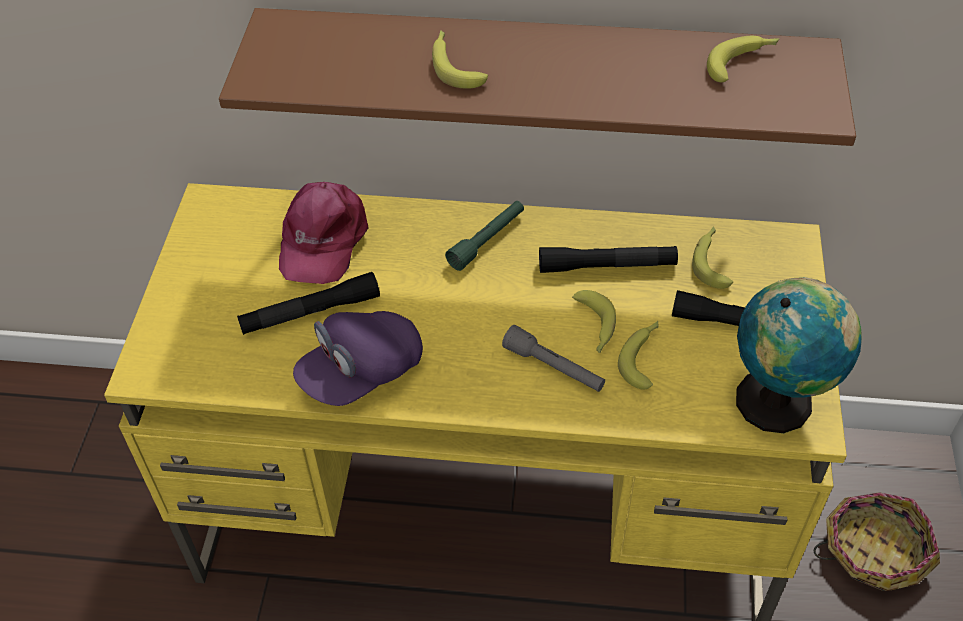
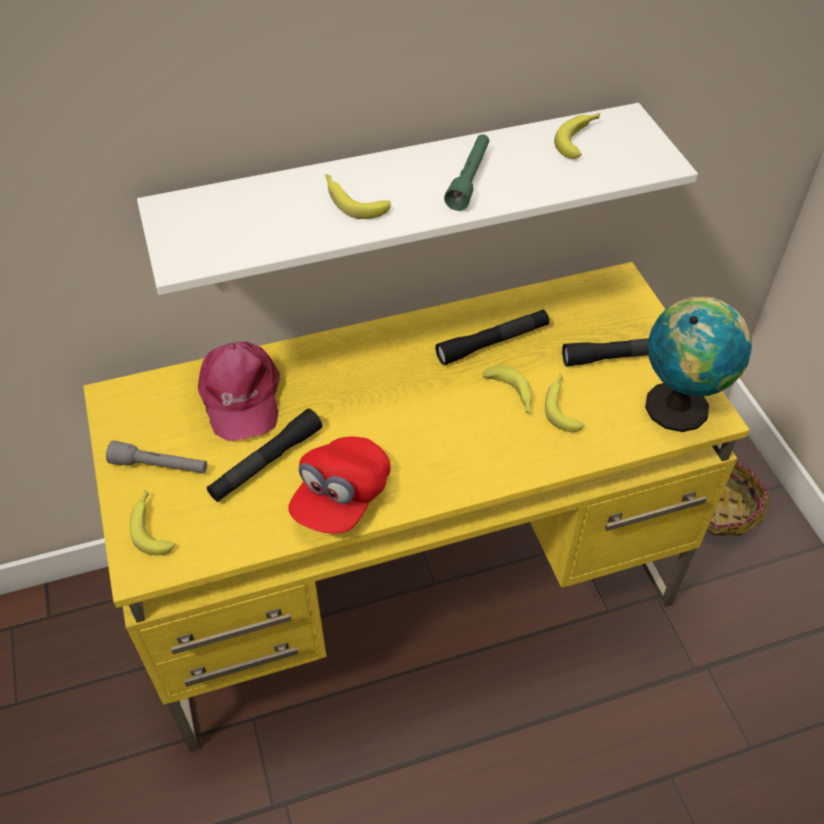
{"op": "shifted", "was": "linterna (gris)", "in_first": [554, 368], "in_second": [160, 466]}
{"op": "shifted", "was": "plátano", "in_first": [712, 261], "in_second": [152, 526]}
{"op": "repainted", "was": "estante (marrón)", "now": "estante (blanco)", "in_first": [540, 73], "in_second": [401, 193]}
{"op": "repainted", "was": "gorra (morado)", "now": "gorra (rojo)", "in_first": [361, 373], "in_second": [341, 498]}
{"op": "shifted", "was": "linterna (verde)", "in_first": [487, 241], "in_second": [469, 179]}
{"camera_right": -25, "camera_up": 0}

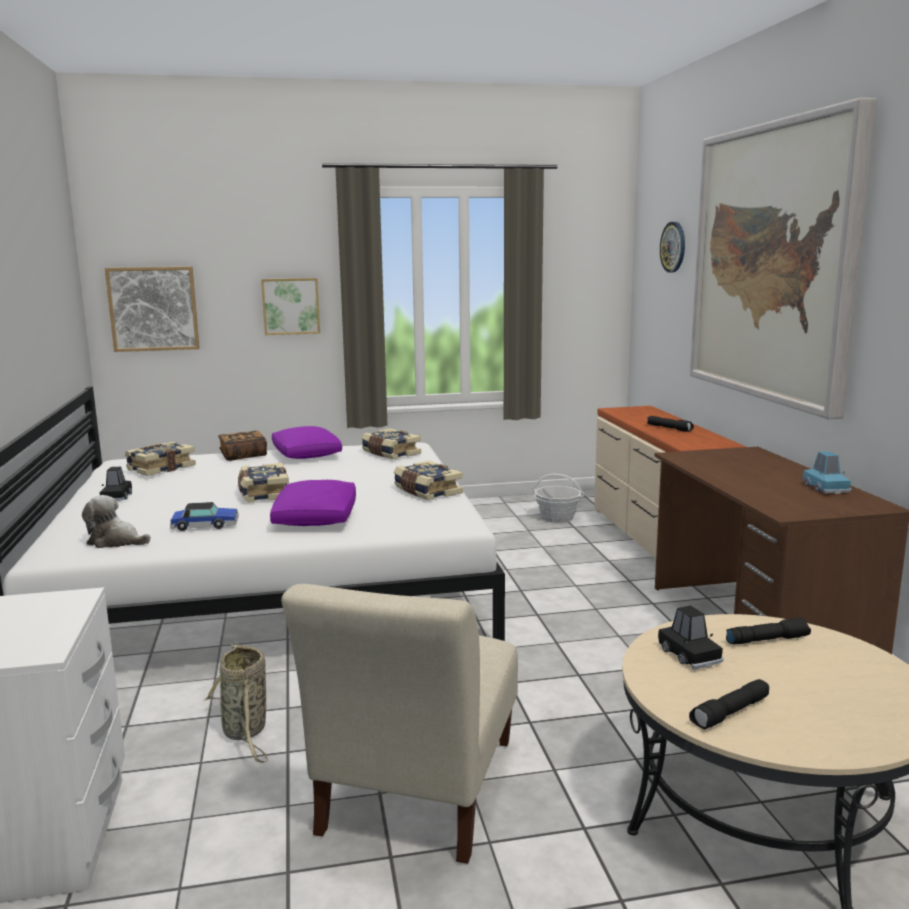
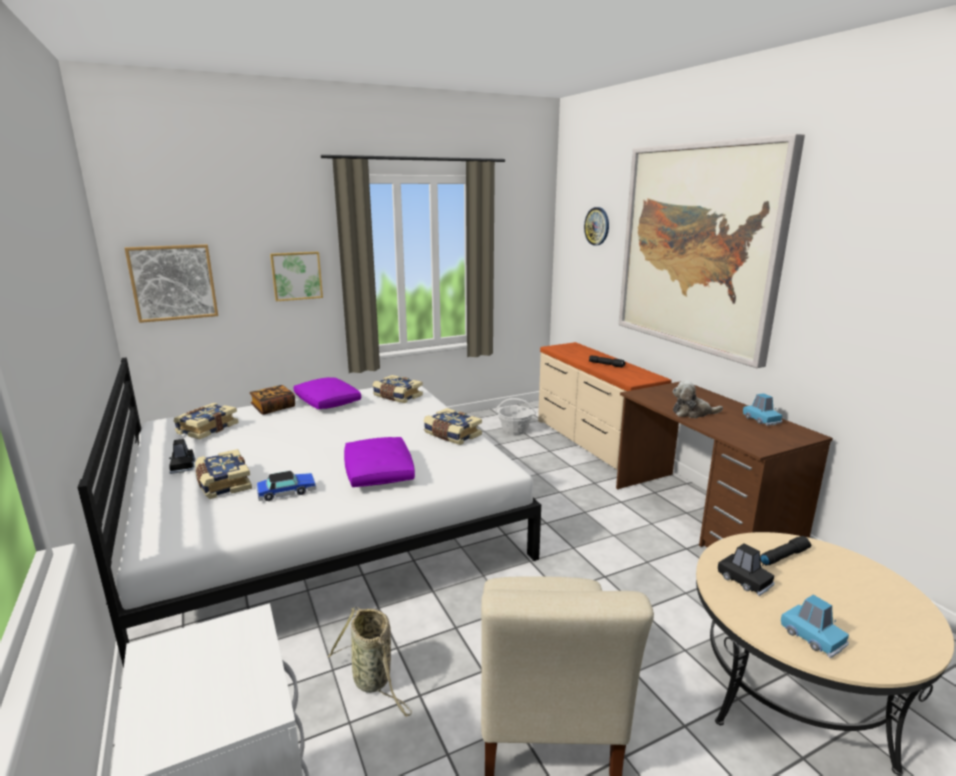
{"op": "shifted", "was": "libro", "in_first": [263, 494], "in_second": [223, 484]}
{"op": "shifted", "was": "peluche", "in_first": [116, 541], "in_second": [692, 413]}
{"op": "swapped", "was": "linterna (negro)", "now": "coche de juguete (azul)", "in_first": [730, 713], "in_second": [812, 637]}
{"camera_right": -15, "camera_up": 5}

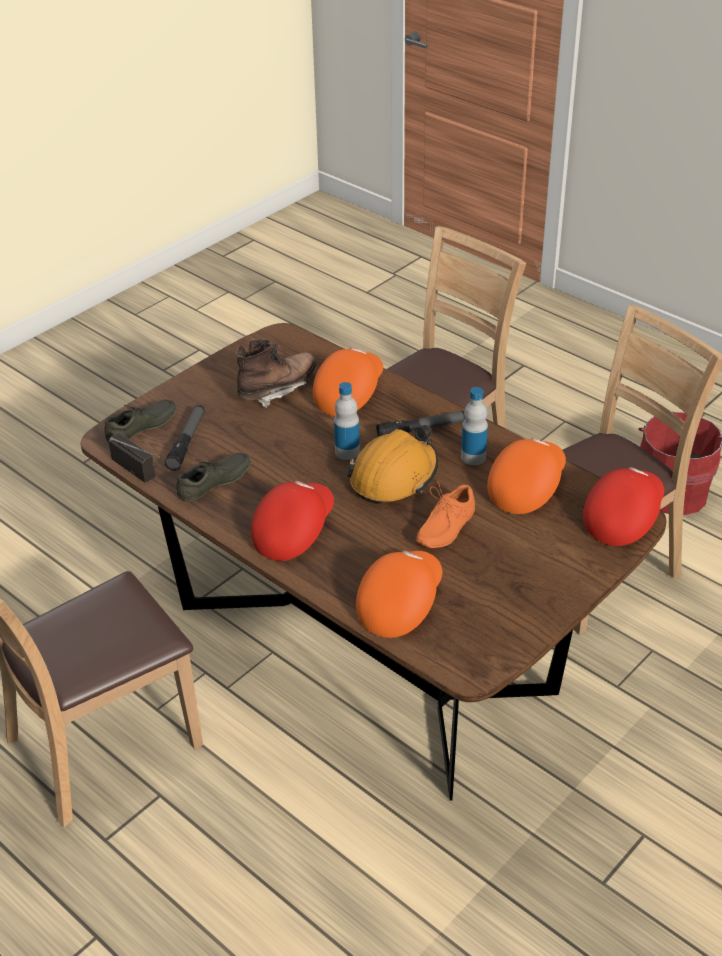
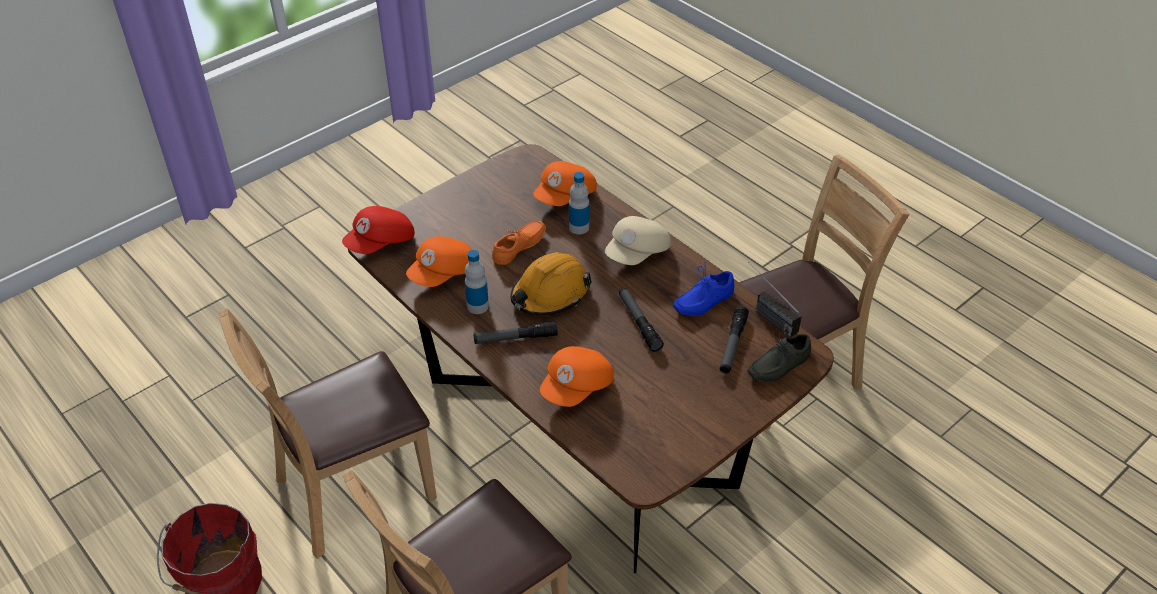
{"op": "shifted", "was": "botella", "in_first": [347, 452], "in_second": [579, 227]}
{"op": "repainted", "was": "gorra (rojo)", "now": "gorra (beis)", "in_first": [293, 531], "in_second": [637, 253]}
{"op": "new", "now": "linterna", "in_second": [639, 323]}
{"op": "repainted", "was": "zapato (gris)", "now": "zapato (azul)", "in_first": [216, 483], "in_second": [702, 300]}
{"op": "gone", "was": "bota (marrón)", "in_first": [277, 389]}
{"camera_right": -175, "camera_up": 5}

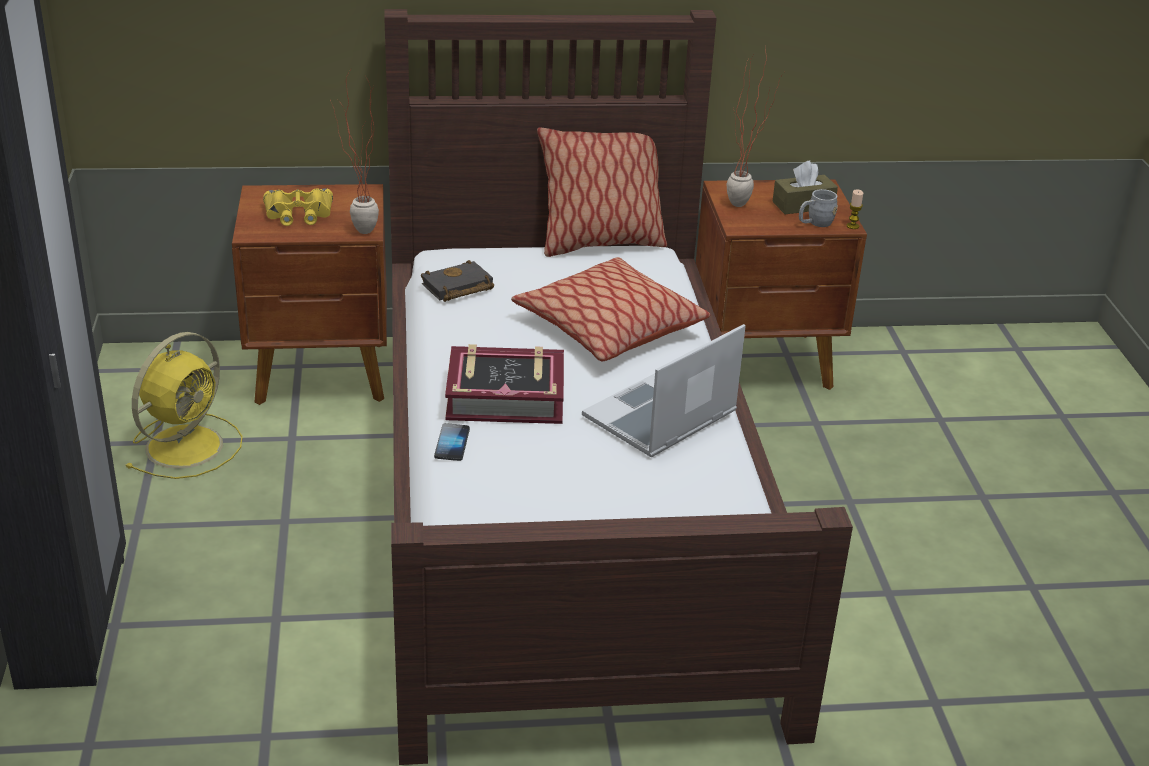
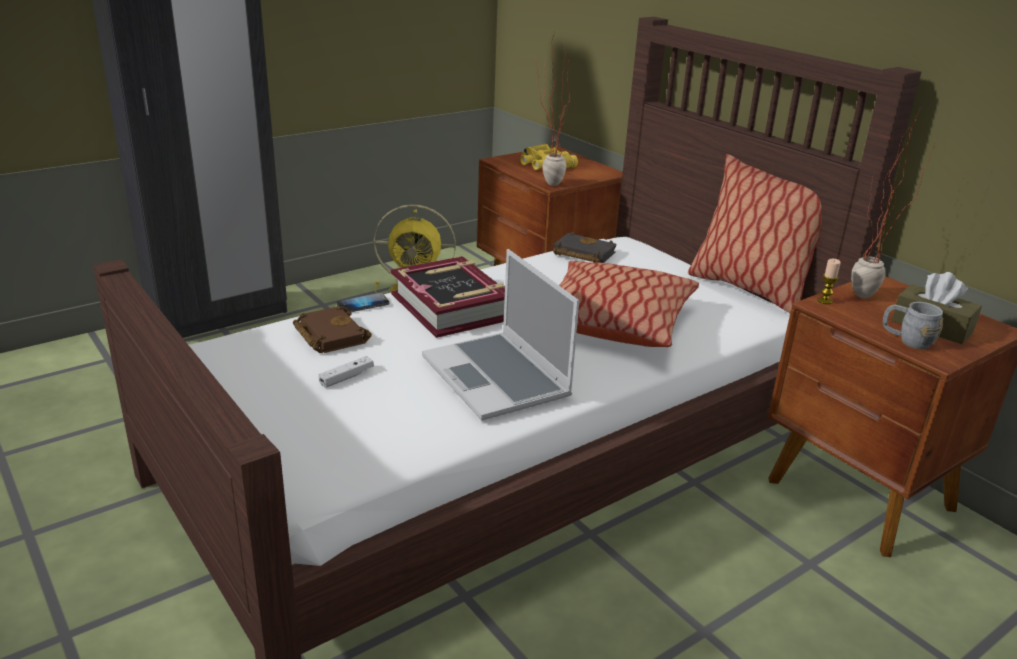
{"op": "new", "now": "libro (marrón)", "in_second": [328, 335]}
{"op": "new", "now": "mando de consola (blanco)", "in_second": [346, 377]}
{"op": "rotated", "was": "portátil", "in_first": [660, 417], "in_second": [498, 378], "clockwise": -135}
{"op": "shifted", "was": "vela", "in_first": [852, 226], "in_second": [824, 301]}
{"camera_right": 60, "camera_up": -5}

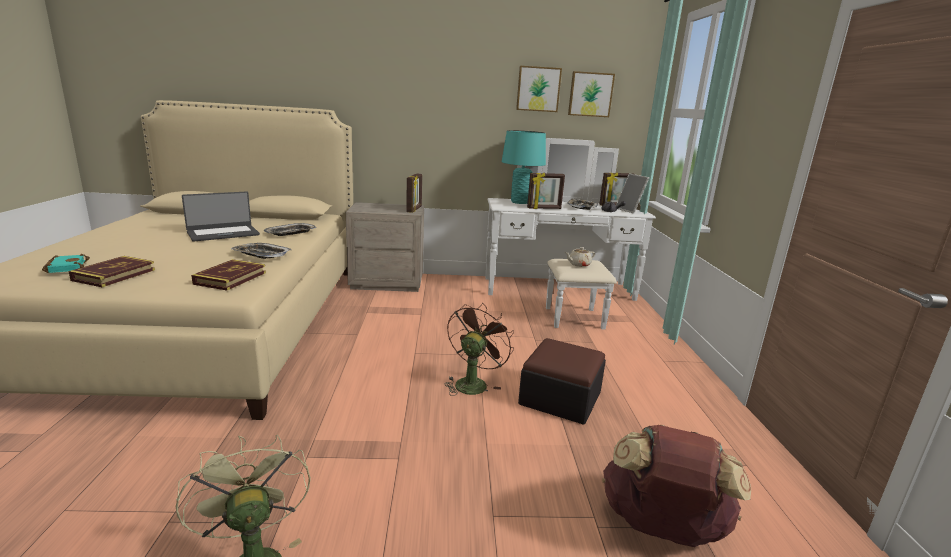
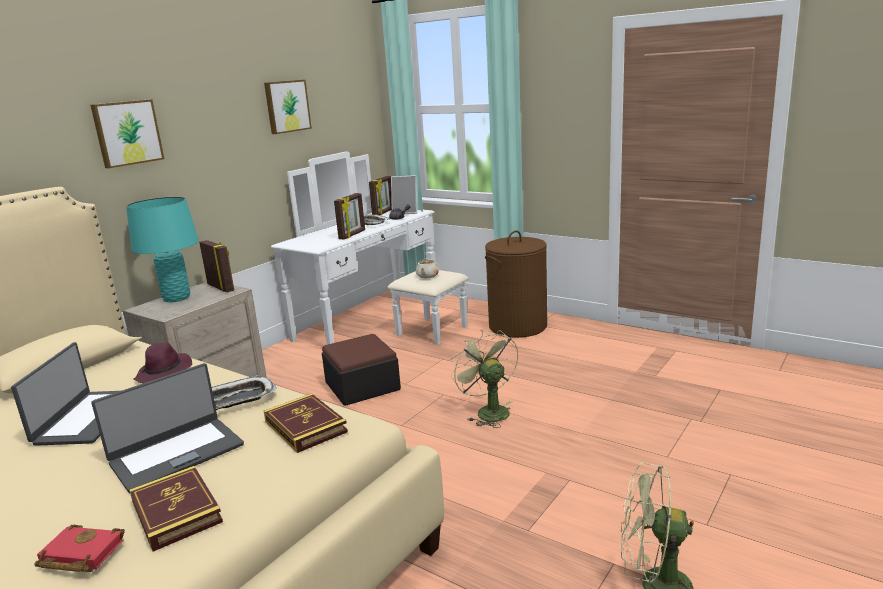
{"op": "repainted", "was": "libro (turquesa)", "now": "libro (rojo)", "in_first": [65, 267], "in_second": [79, 555]}
{"op": "shifted", "was": "cuadro", "in_first": [590, 94], "in_second": [127, 133]}
{"op": "new", "now": "portátil", "in_second": [176, 453]}
{"op": "shifted", "was": "lámpara de mesa (turquesa)", "in_first": [520, 202], "in_second": [176, 298]}
{"op": "swapped", "was": "bandeja", "now": "sombrero (morado)", "in_first": [290, 233], "in_second": [164, 373]}
{"op": "shifted", "was": "puf", "in_first": [560, 398], "in_second": [362, 386]}
{"op": "repainted", "was": "ventilador (marrón)", "now": "ventilador (verde)", "in_first": [473, 383], "in_second": [488, 411]}
{"op": "new", "now": "cesto de la ropa (marrón)", "in_second": [518, 326]}
{"op": "gone", "was": "mochila (marrón)", "in_first": [661, 528]}
{"camera_right": -50, "camera_up": 0}

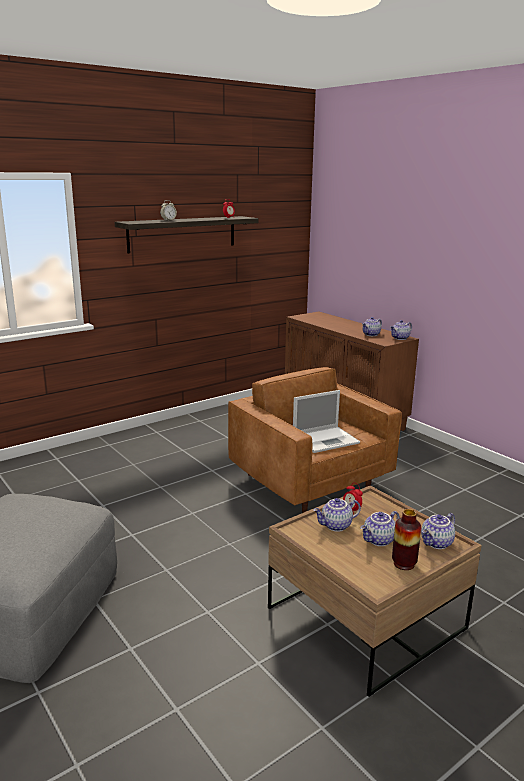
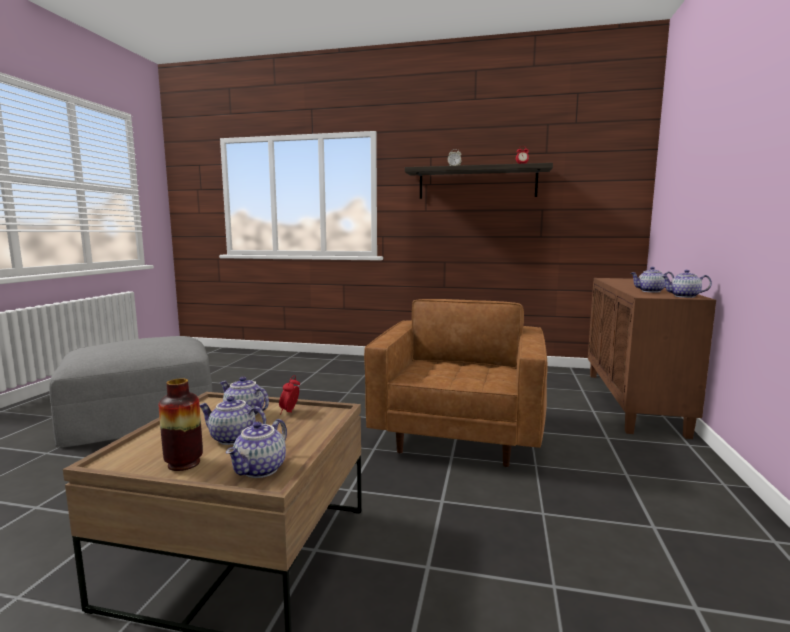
{"op": "rotated", "was": "tetera", "in_first": [437, 543], "in_second": [261, 470], "clockwise": -75}
{"op": "gone", "was": "portátil", "in_first": [326, 439]}
{"camera_right": 50, "camera_up": -10}

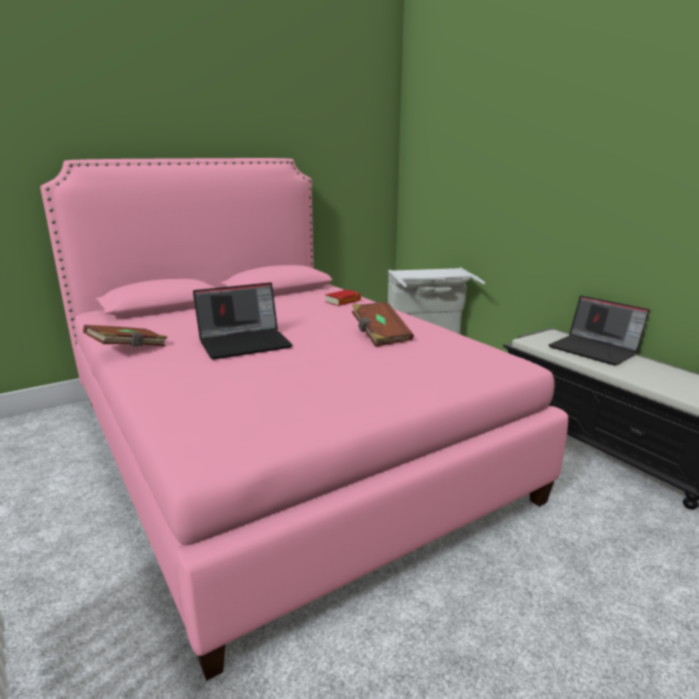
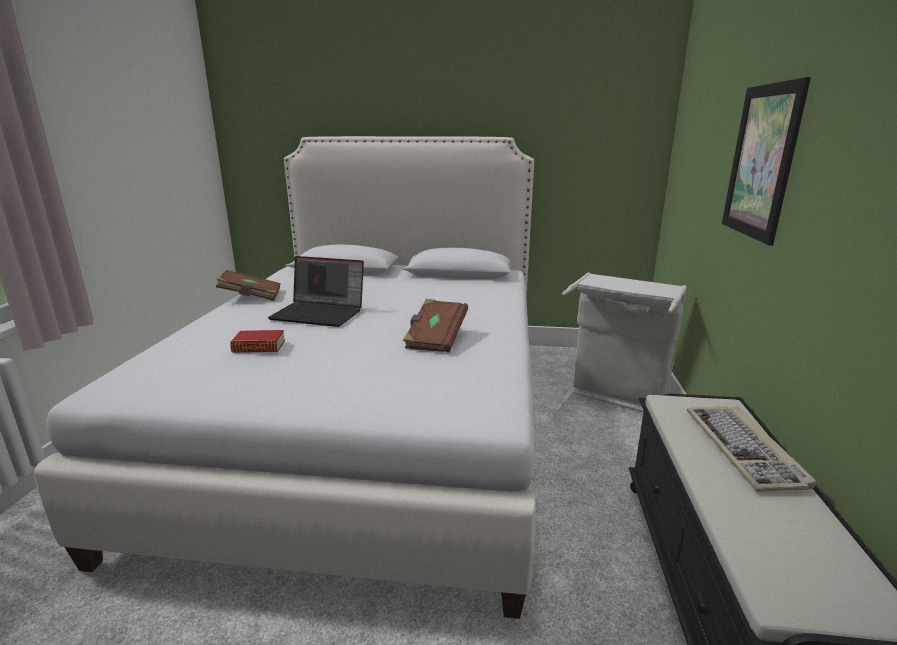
{"op": "repainted", "was": "cama (rosa)", "now": "cama (blanco)", "in_first": [279, 444], "in_second": [372, 421]}
{"op": "shifted", "was": "libro", "in_first": [343, 301], "in_second": [259, 347]}
{"op": "swapped", "was": "portátil", "now": "teclado", "in_first": [595, 350], "in_second": [744, 450]}
{"op": "new", "now": "cuadro", "in_second": [761, 162]}
{"camera_right": 40, "camera_up": 0}

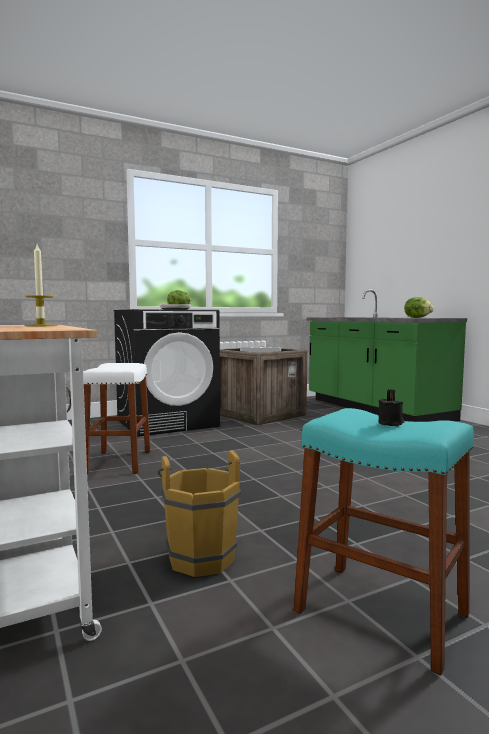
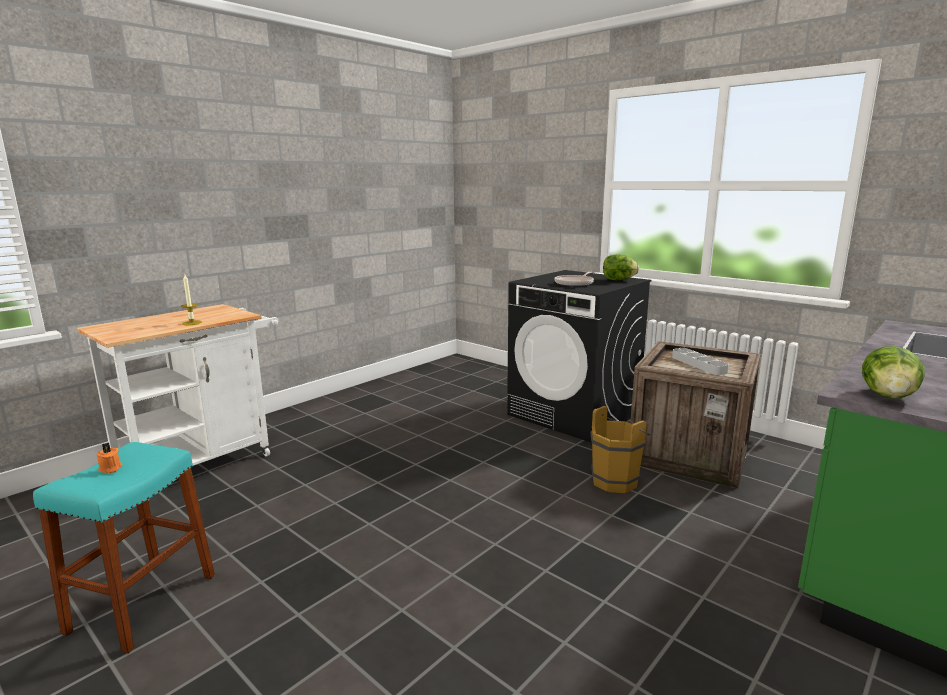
{"op": "repainted", "was": "vela (negro)", "now": "vela (naranja)", "in_first": [391, 423], "in_second": [110, 469]}
{"op": "shifted", "was": "cubo (marrón)", "in_first": [200, 556], "in_second": [617, 480]}
{"op": "gone", "was": "taburete (blanco)", "in_first": [118, 462]}
{"camera_right": 70, "camera_up": 10}

